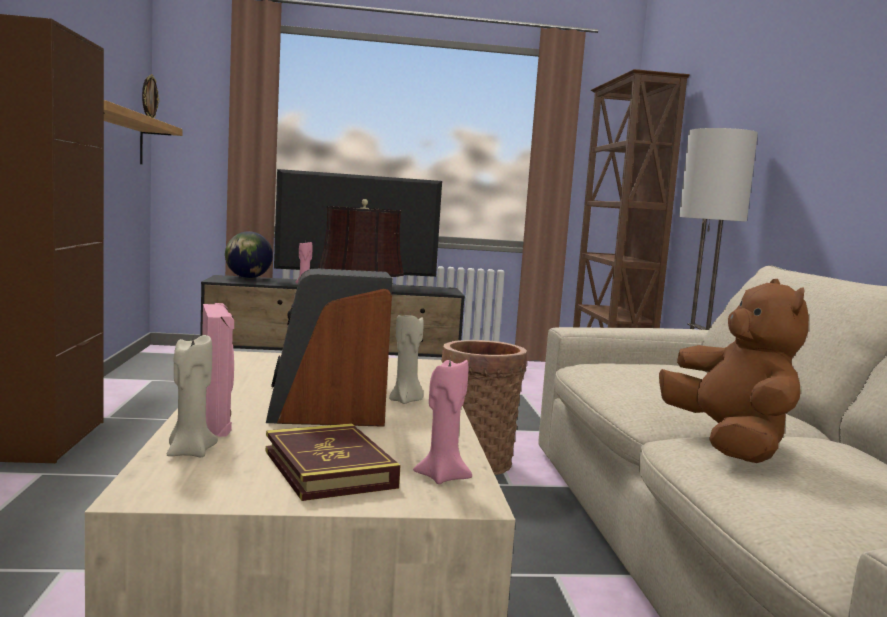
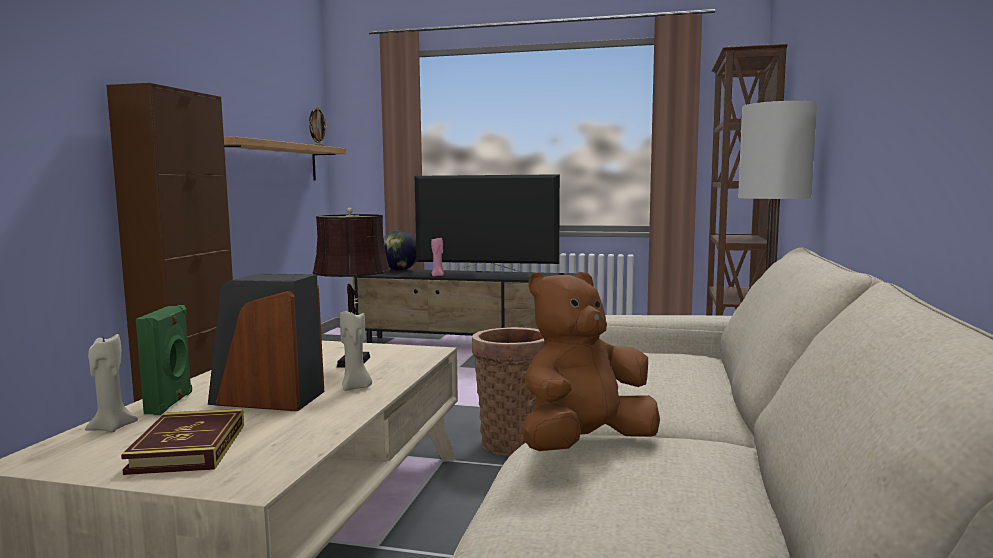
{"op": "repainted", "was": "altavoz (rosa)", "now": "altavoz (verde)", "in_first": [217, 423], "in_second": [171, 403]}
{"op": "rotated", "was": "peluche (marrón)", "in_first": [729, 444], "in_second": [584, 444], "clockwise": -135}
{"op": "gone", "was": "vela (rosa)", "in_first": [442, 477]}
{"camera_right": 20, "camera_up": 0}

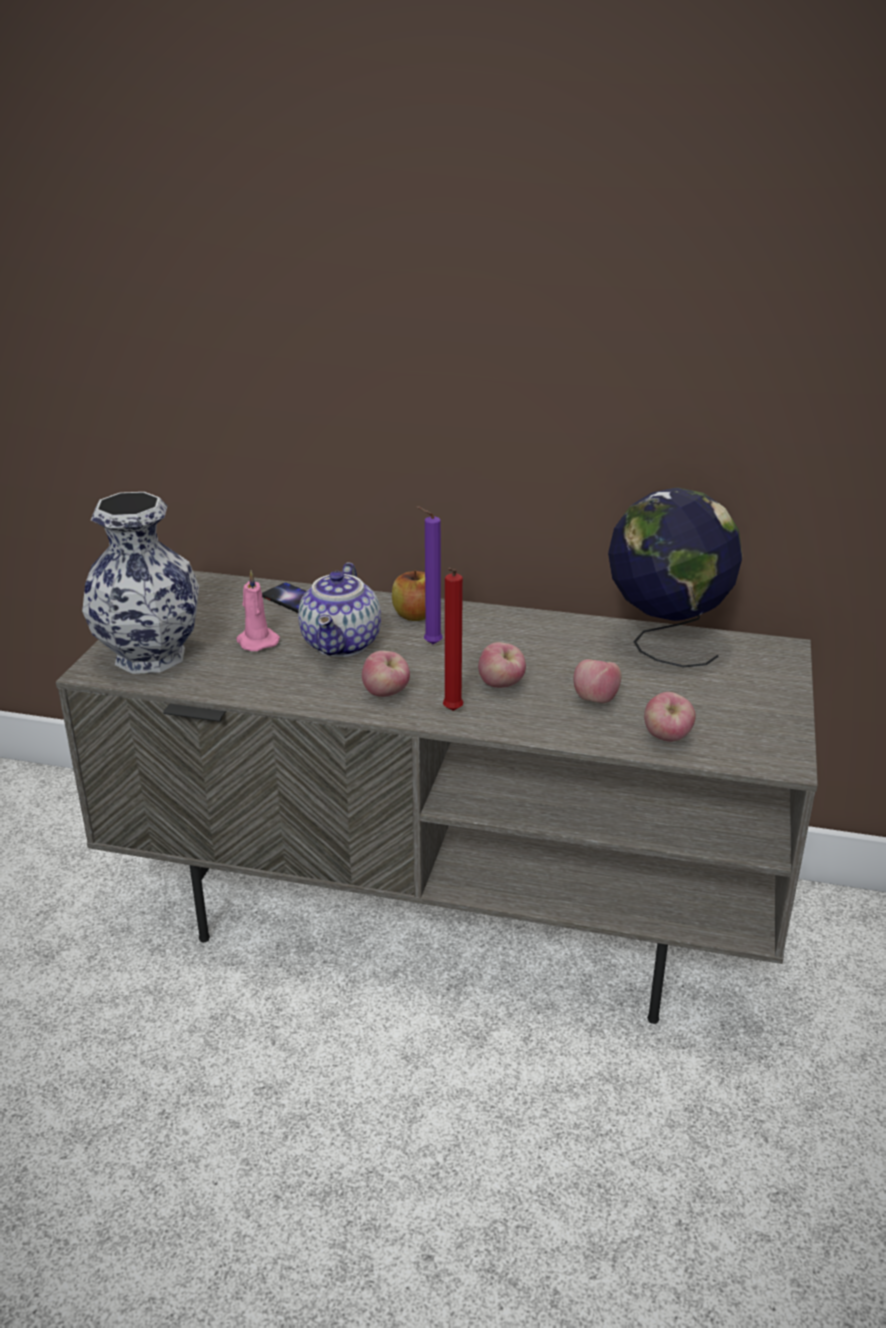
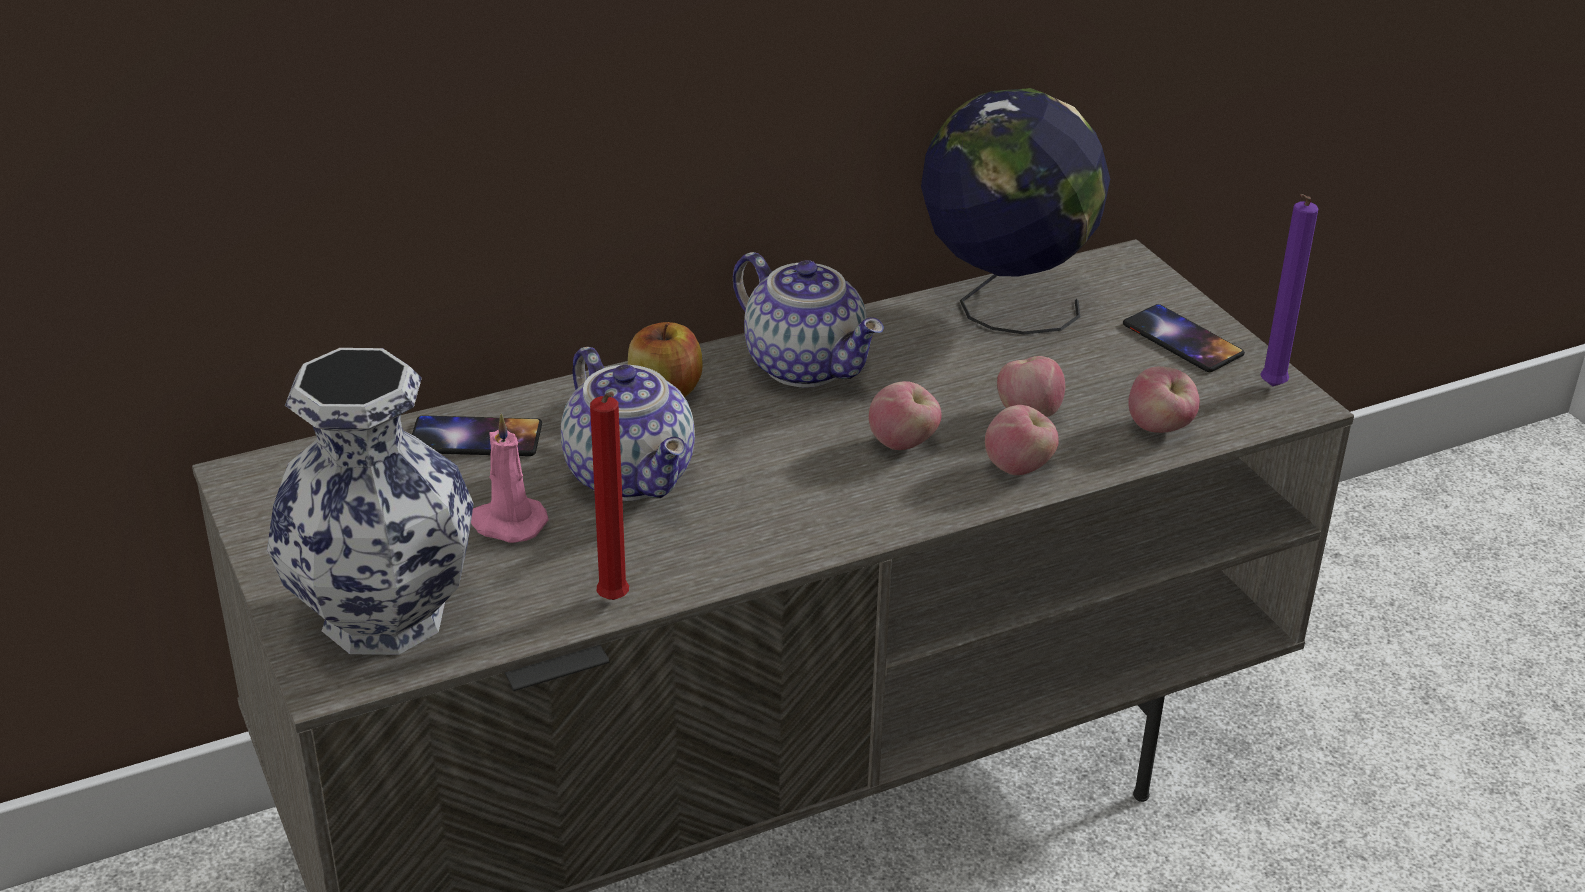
{"op": "shifted", "was": "vela (rojo)", "in_first": [451, 712], "in_second": [614, 603]}
{"op": "new", "now": "tetera", "in_second": [808, 365]}
{"op": "shifted", "was": "manzana", "in_first": [386, 694], "in_second": [1019, 468]}
{"op": "new", "now": "móvil", "in_second": [1182, 339]}
{"op": "shifted", "was": "vela (morado)", "in_first": [430, 644], "in_second": [1270, 388]}
{"camera_right": -40, "camera_up": 5}

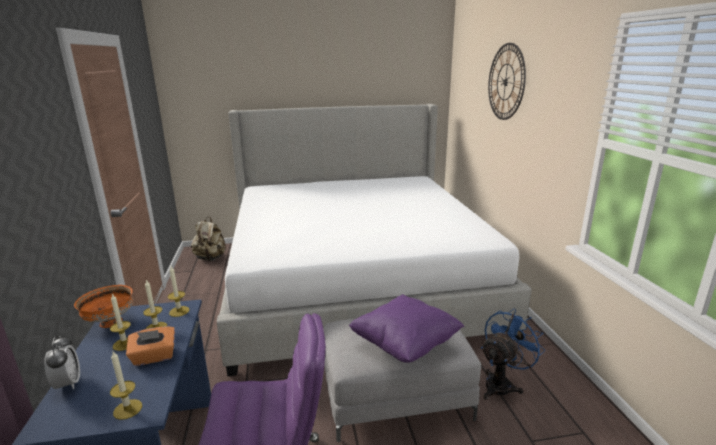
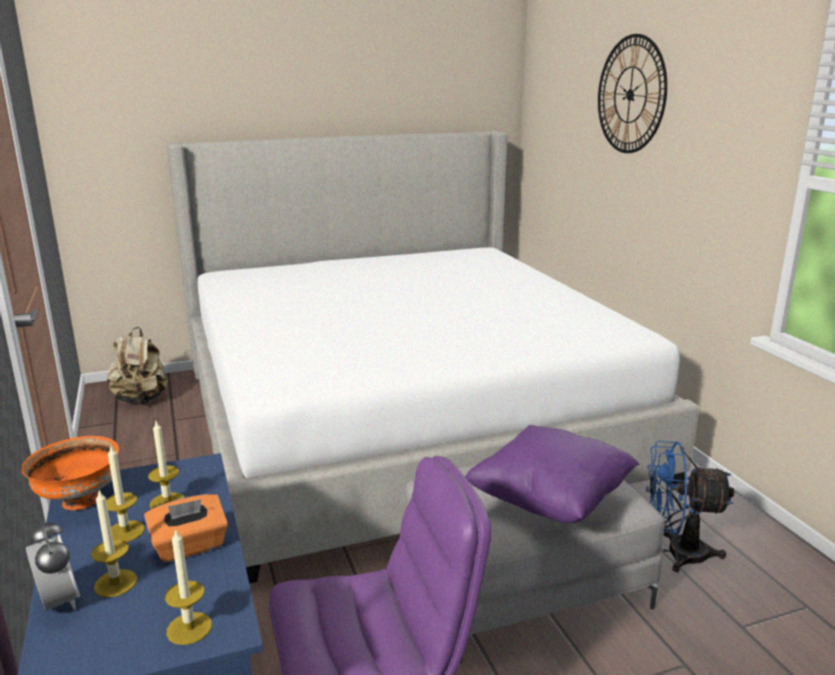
{"op": "shifted", "was": "vela", "in_first": [179, 311], "in_second": [115, 583]}
{"op": "rotated", "was": "ventilador (azul)", "in_first": [502, 384], "in_second": [675, 552], "clockwise": -120}
{"camera_right": -10, "camera_up": 0}

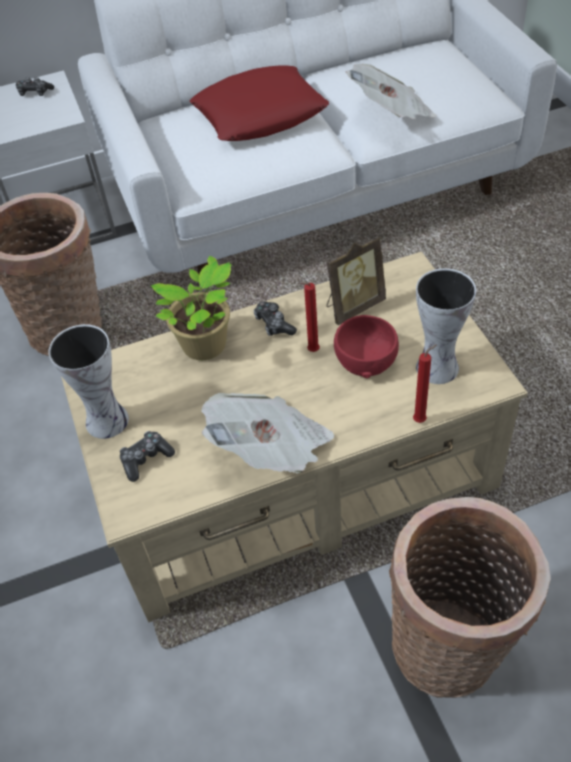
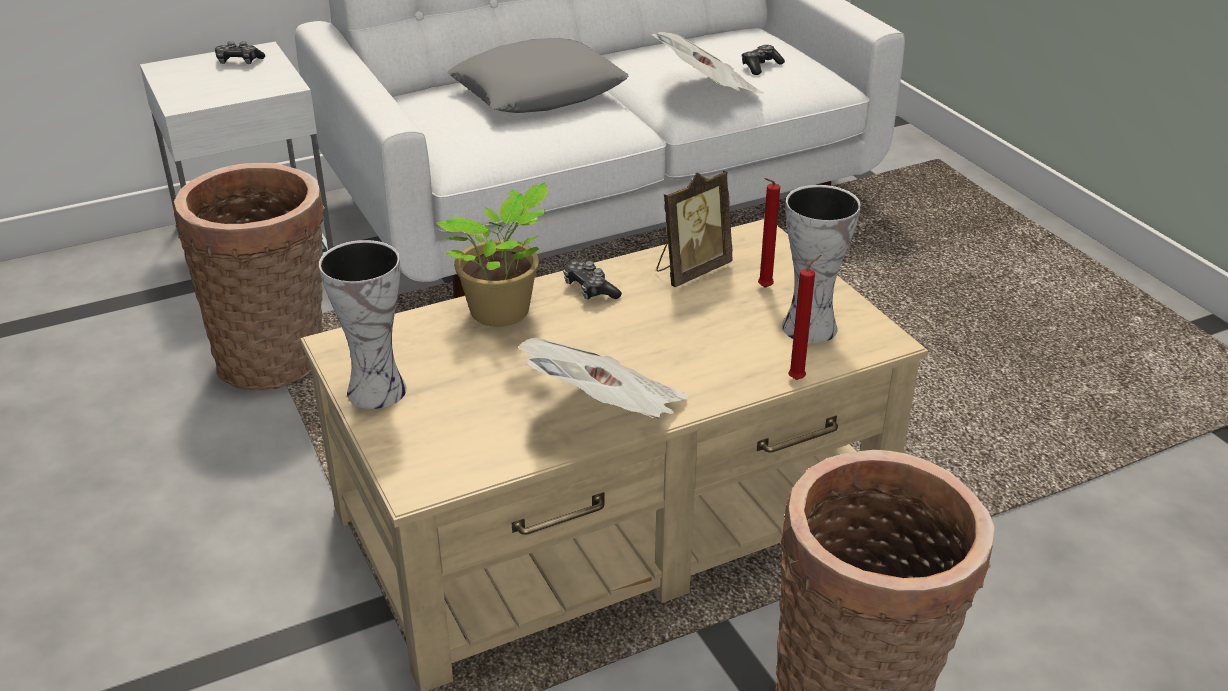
{"op": "repainted", "was": "cojín (rojo)", "now": "cojín (gris)", "in_first": [260, 114], "in_second": [539, 91]}
{"op": "shifted", "was": "mando de consola", "in_first": [146, 459], "in_second": [760, 66]}
{"op": "shifted", "was": "vela (rojo)", "in_first": [311, 351], "in_second": [763, 288]}
{"op": "gone", "was": "cuenco (rojo)", "in_first": [365, 360]}
{"camera_right": -10, "camera_up": -15}

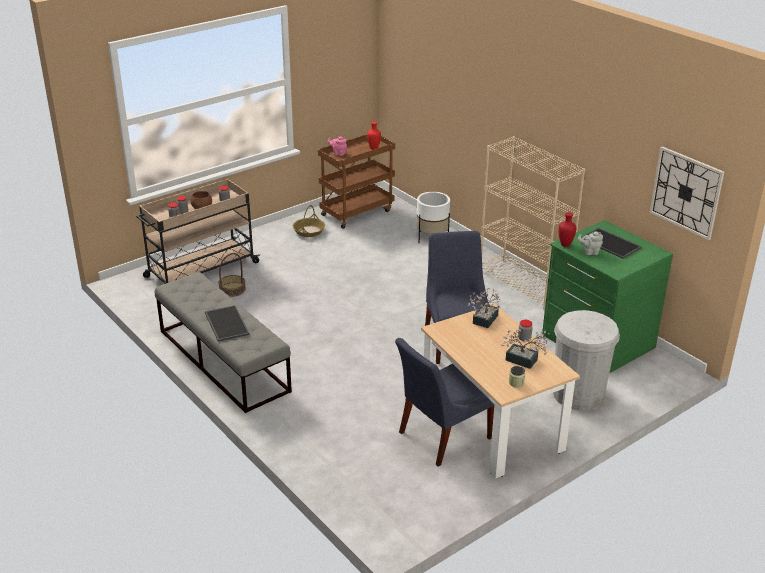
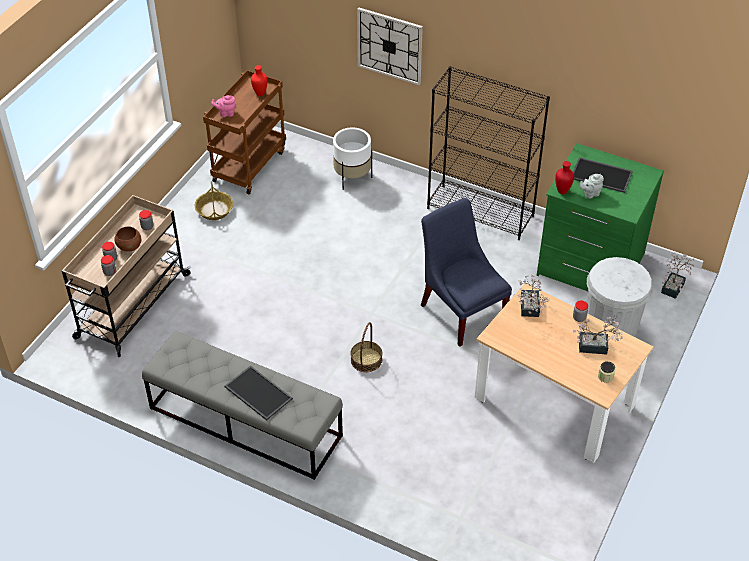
{"op": "shifted", "was": "cesta", "in_first": [232, 289], "in_second": [366, 360]}
{"op": "shifted", "was": "reloj de pared", "in_first": [686, 192], "in_second": [389, 46]}
{"op": "repainted", "was": "estantería (beis)", "now": "estantería (negro)", "in_first": [523, 284], "in_second": [481, 212]}
{"op": "new", "now": "planta en maceta", "in_second": [674, 286]}
{"op": "gone", "was": "silla (azul)", "in_first": [441, 436]}
{"camera_right": -25, "camera_up": 15}

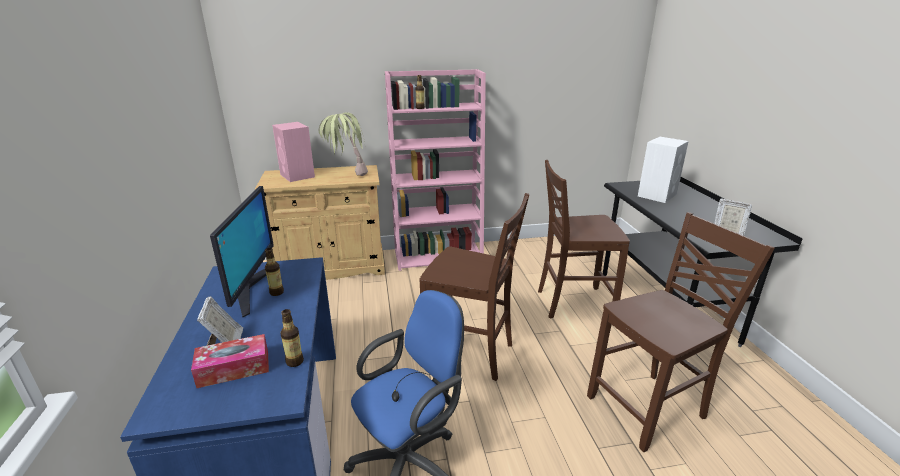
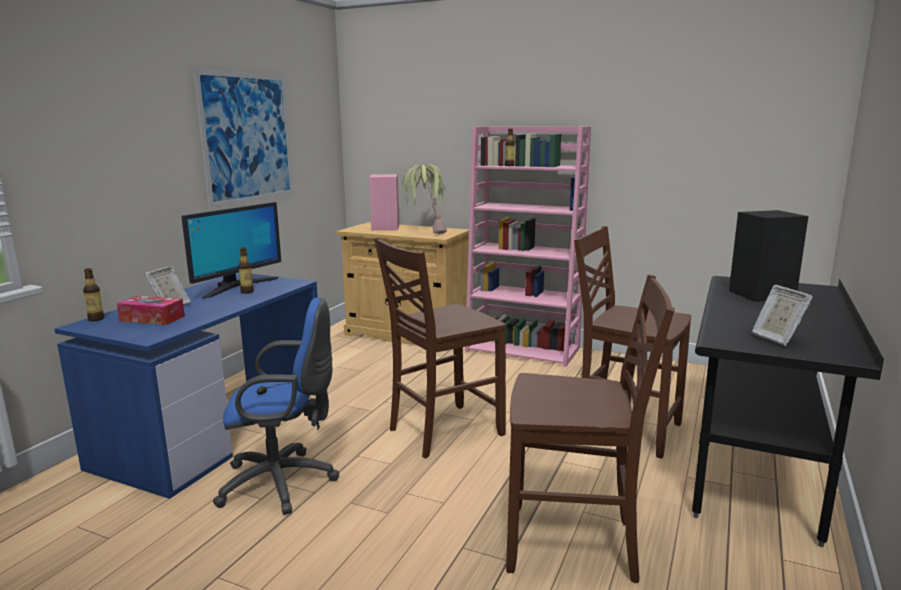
{"op": "shifted", "was": "botella", "in_first": [295, 361], "in_second": [96, 319]}
{"op": "new", "now": "cuadro", "in_second": [247, 138]}
{"op": "rotated", "was": "silla (marrón)", "in_first": [470, 353], "in_second": [442, 431], "clockwise": 90}
{"op": "repainted", "was": "altavoz (blanco)", "now": "altavoz (negro)", "in_first": [657, 195], "in_second": [763, 294]}
{"camera_right": 35, "camera_up": -10}

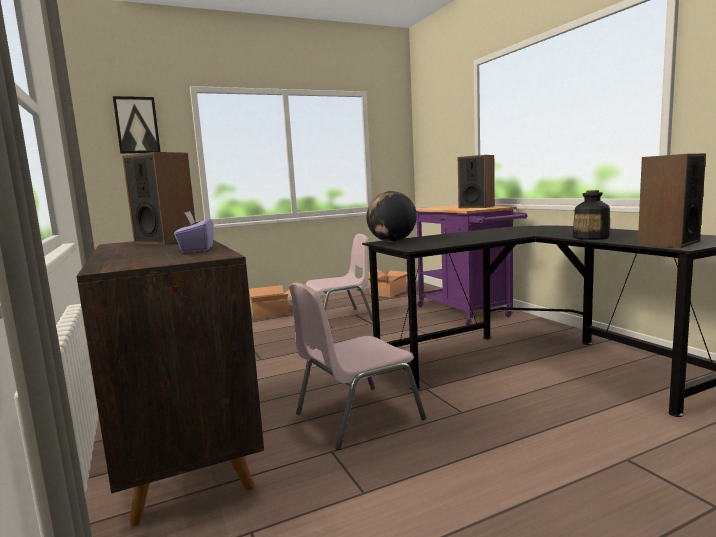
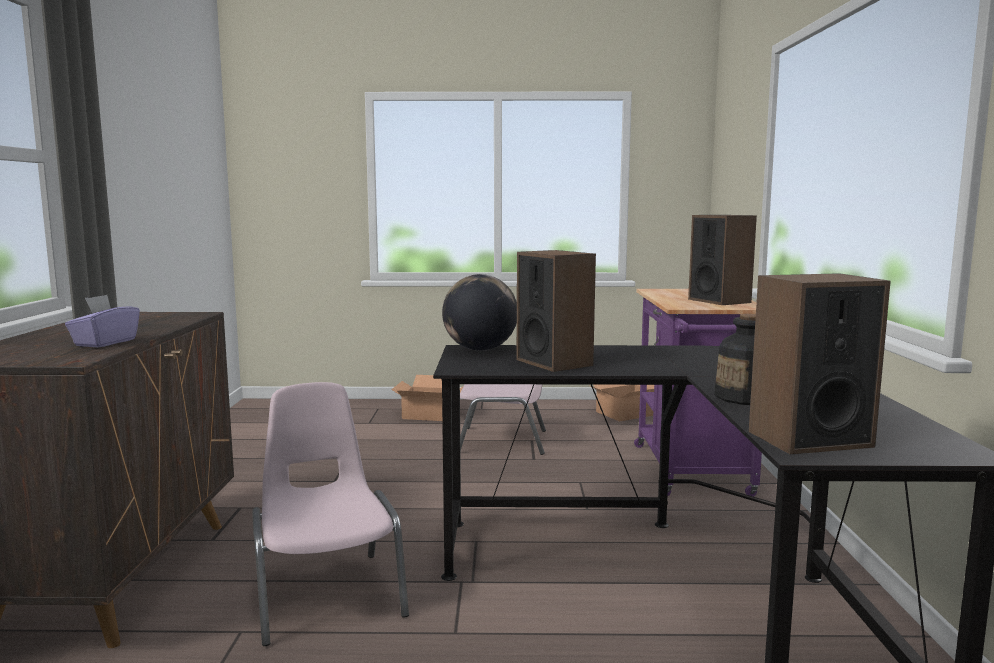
{"op": "rotated", "was": "silla (rosa)", "in_first": [356, 416], "in_second": [327, 594], "clockwise": 75}
{"op": "shifted", "was": "altavoz", "in_first": [166, 241], "in_second": [554, 362]}
{"op": "gone", "was": "cuadro", "in_first": [137, 125]}
{"camera_right": 25, "camera_up": 0}

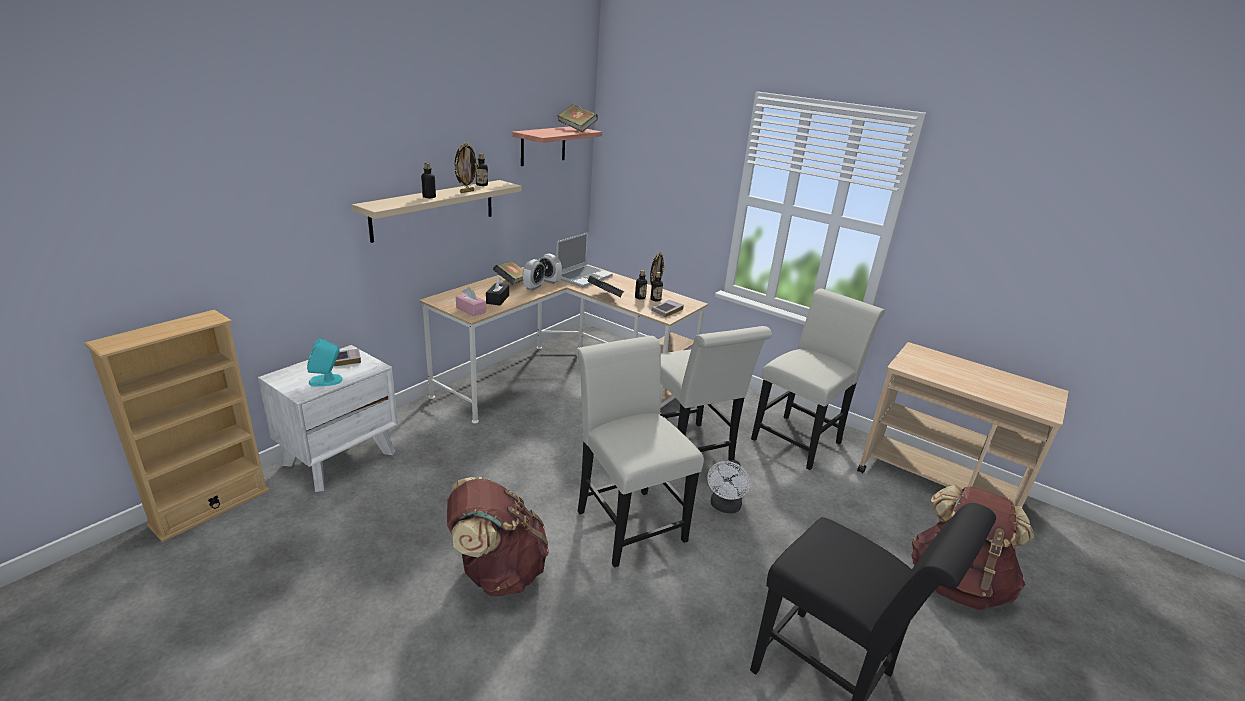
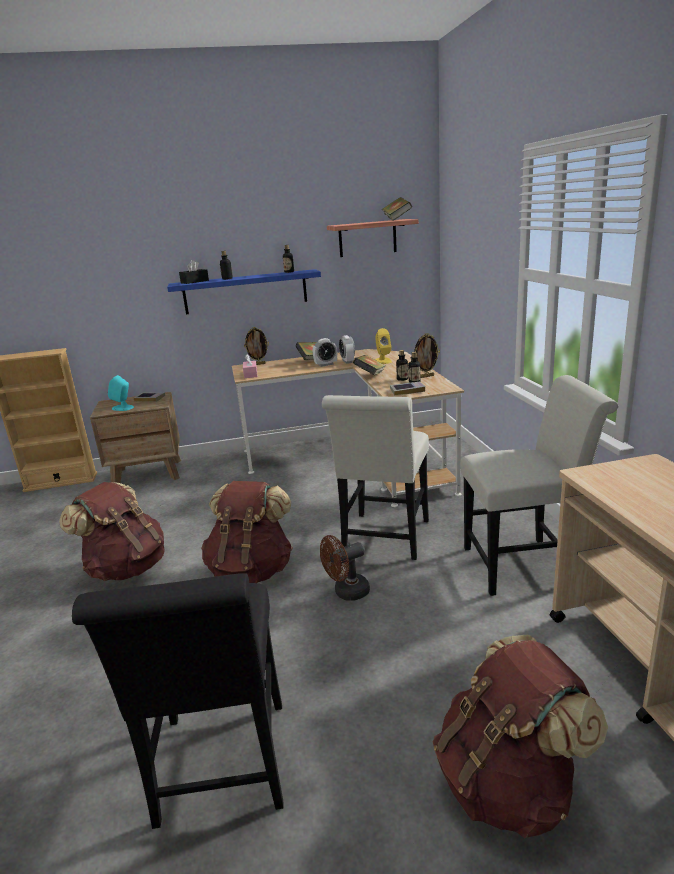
{"op": "repainted", "was": "mesita de noche (blanco)", "now": "mesita de noche (marrón)", "in_first": [340, 457], "in_second": [148, 474]}
{"op": "repainted", "was": "estante (beis)", "now": "estante (azul)", "in_first": [434, 209], "in_second": [245, 292]}
{"op": "shifted", "was": "caja de pañuelos (negro)", "in_first": [497, 299], "in_second": [194, 282]}
{"op": "swapped", "was": "silla (blanco)", "now": "mochila (marrón)", "in_first": [627, 520], "in_second": [252, 571]}
{"op": "shifted", "was": "portarretratos", "in_first": [466, 191], "in_second": [258, 364]}
{"op": "repainted", "was": "ventilador (blanco)", "now": "ventilador (marrón)", "in_first": [724, 507], "in_second": [346, 593]}
{"op": "swapped", "was": "portátil", "now": "altavoz (amarillo)", "in_first": [583, 277], "in_second": [383, 361]}
{"camera_right": 45, "camera_up": -5}

